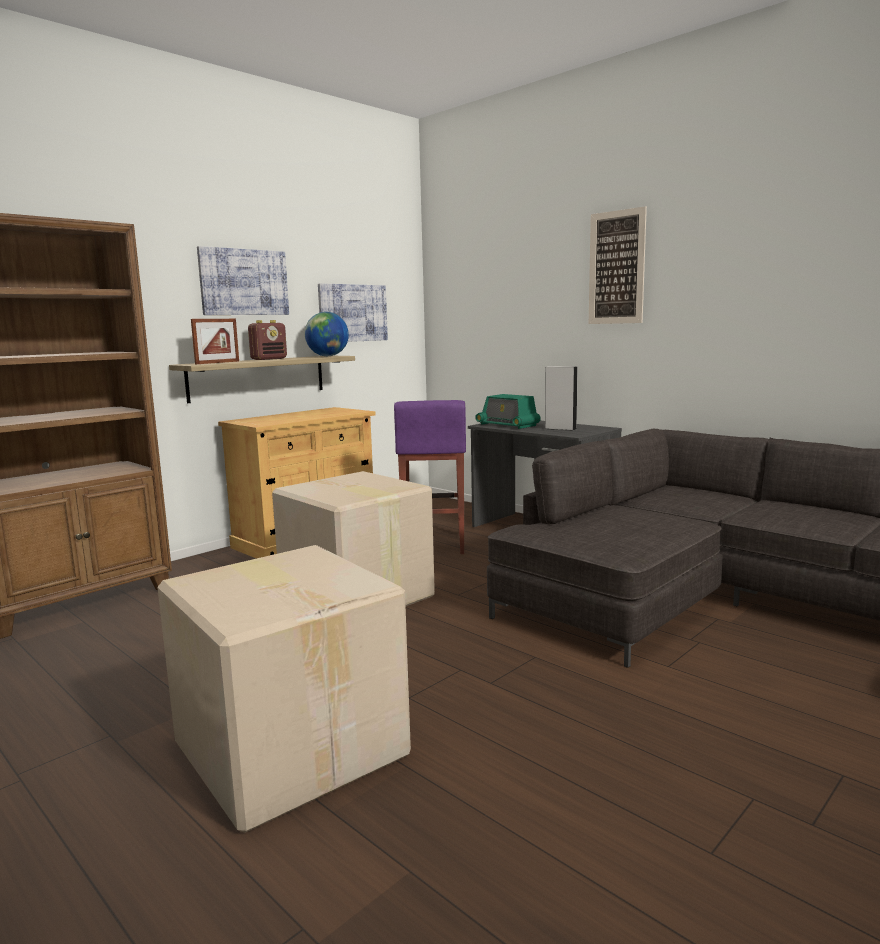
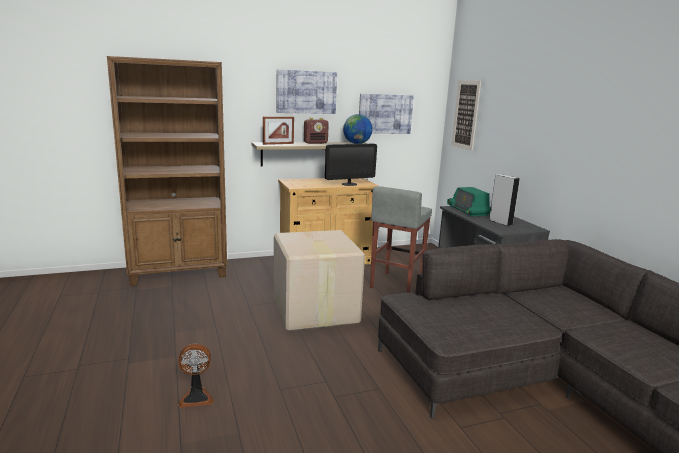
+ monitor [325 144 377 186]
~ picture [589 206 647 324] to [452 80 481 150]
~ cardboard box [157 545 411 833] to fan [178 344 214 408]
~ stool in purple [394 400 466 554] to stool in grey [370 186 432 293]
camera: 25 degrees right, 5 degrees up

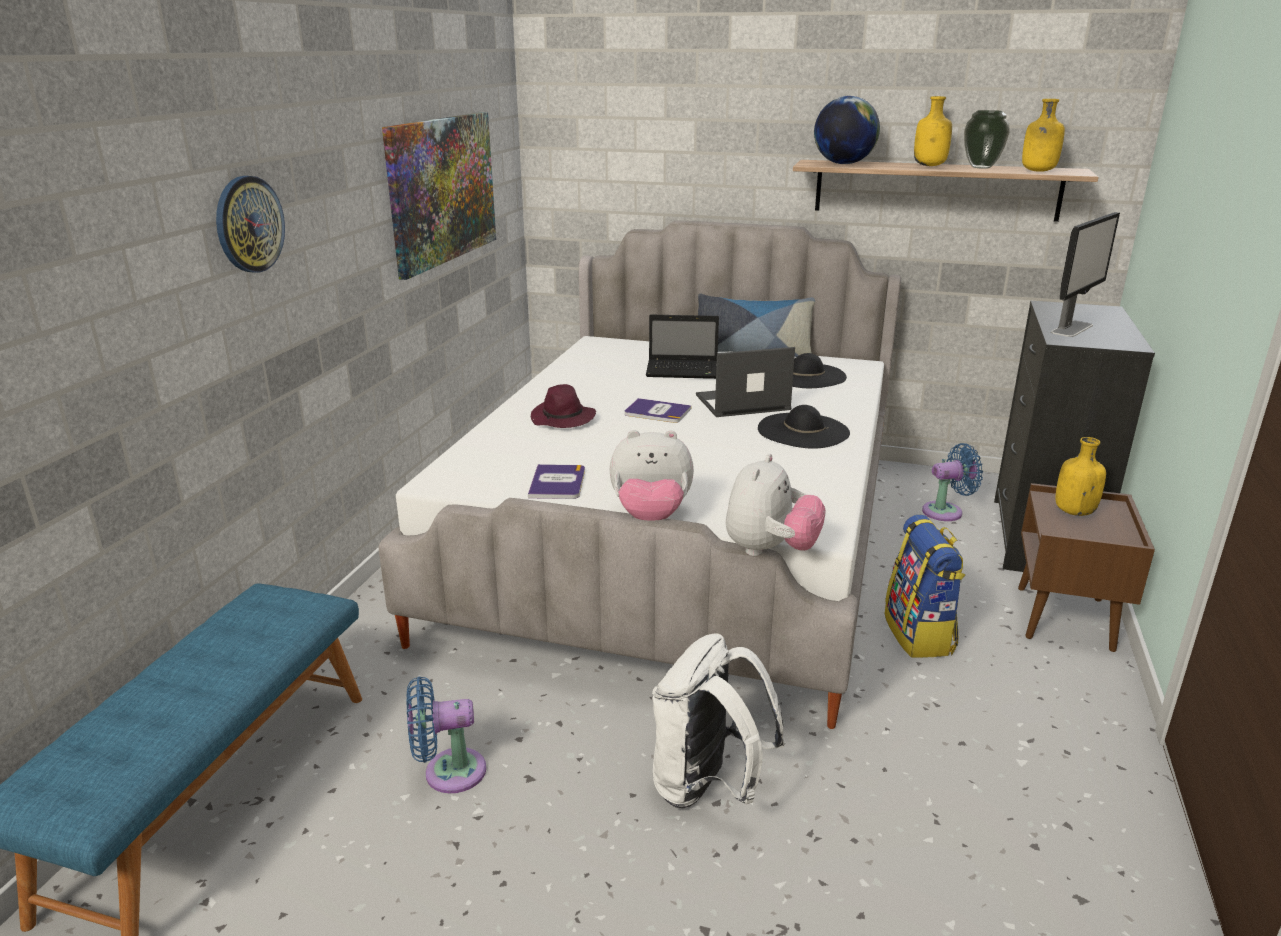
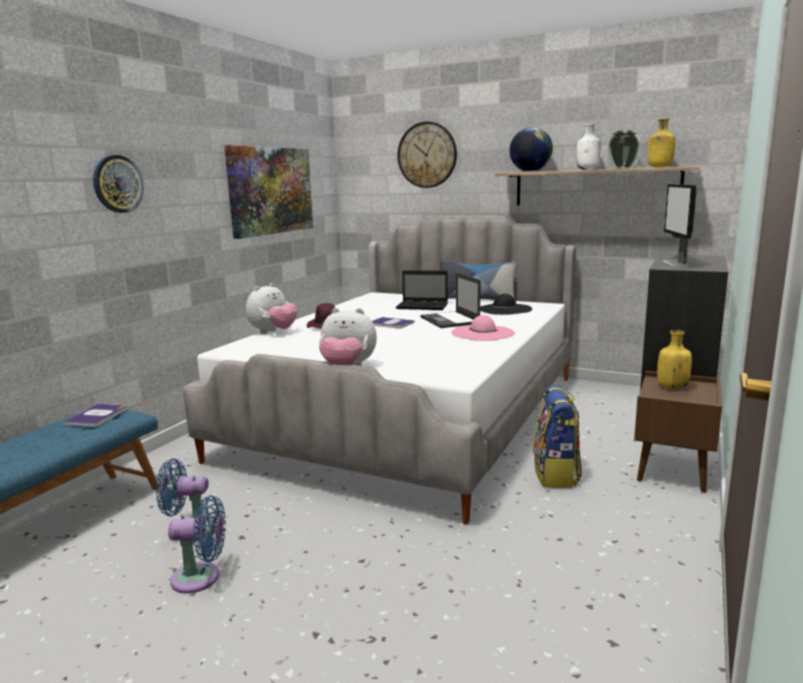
- backpack in white [652 633 785 808]
+ wall clock [397 122 457 188]
~ book [528 464 585 499] to [63 404 127 427]
~ plush toy [726 454 826 556] to [246 283 298 334]
~ fan in blue [922 443 983 521] to [168 495 226 594]
~ hat in black [758 405 850 449] to hat in pink [451 315 515 341]
~ bottle in yellow [914 96 952 166] to bottle in white [576 124 601 170]
~ laptop [696 347 795 417] = [420 273 480 328] 105 degrees counterclockwise
~ monitor [1051 212 1120 337] = [663 184 696 267] 135 degrees clockwise
camera: 10 degrees right, 10 degrees down

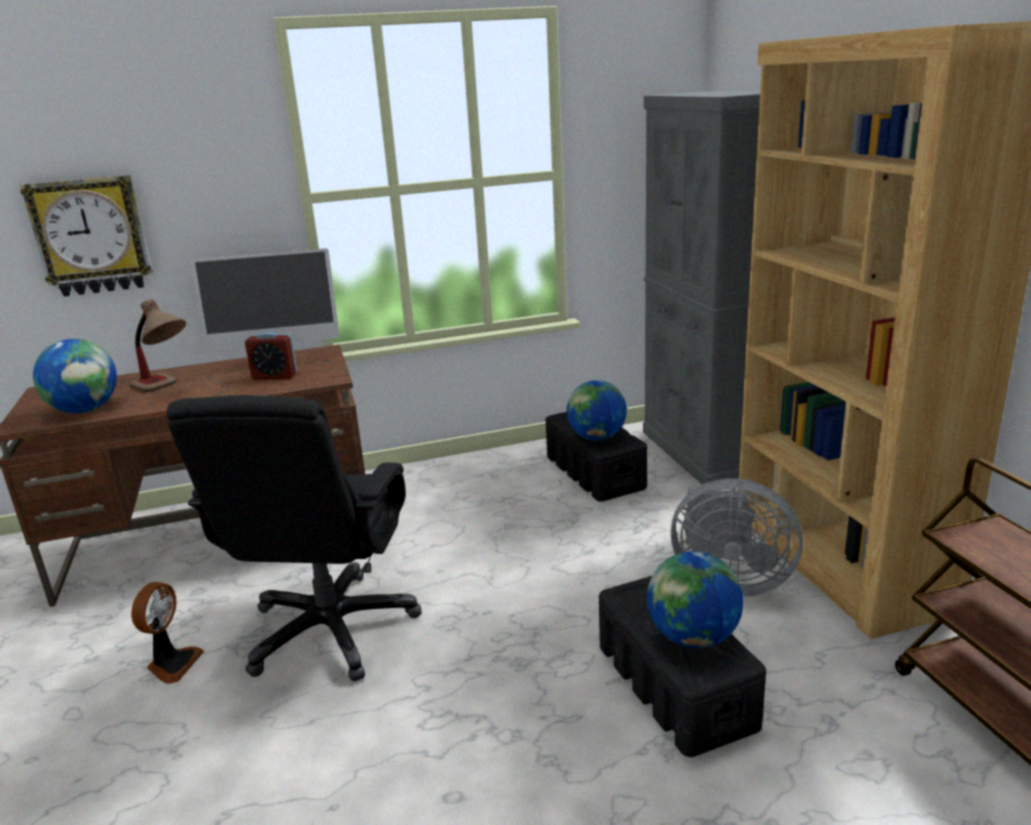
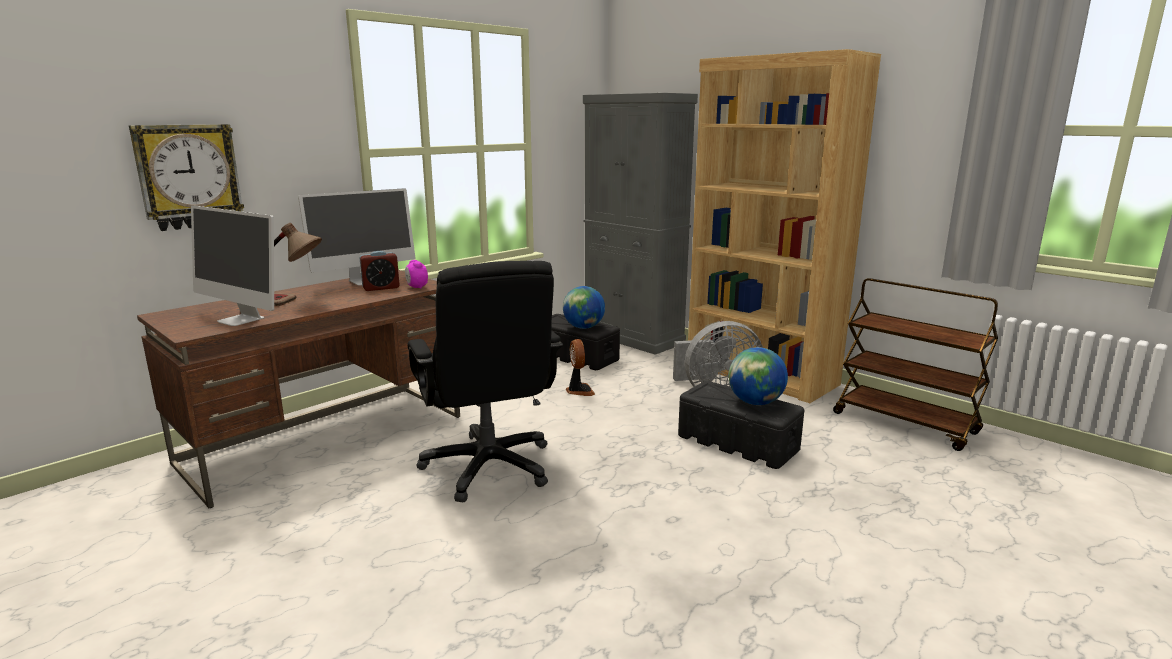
+ alarm clock [405 260 428 289]
~ fan [131 582 204 684] to [566 339 595 396]
~ globe [33 339 117 413] to monitor [191 205 274 326]
camera: 30 degrees left, 5 degrees down

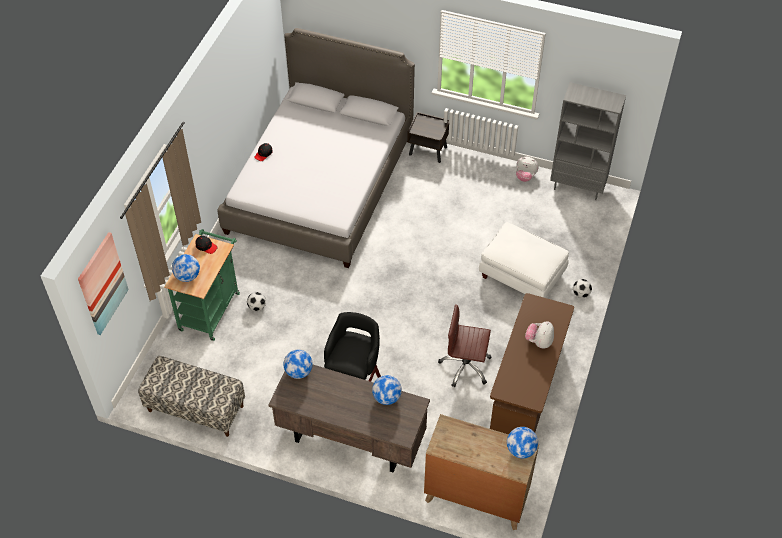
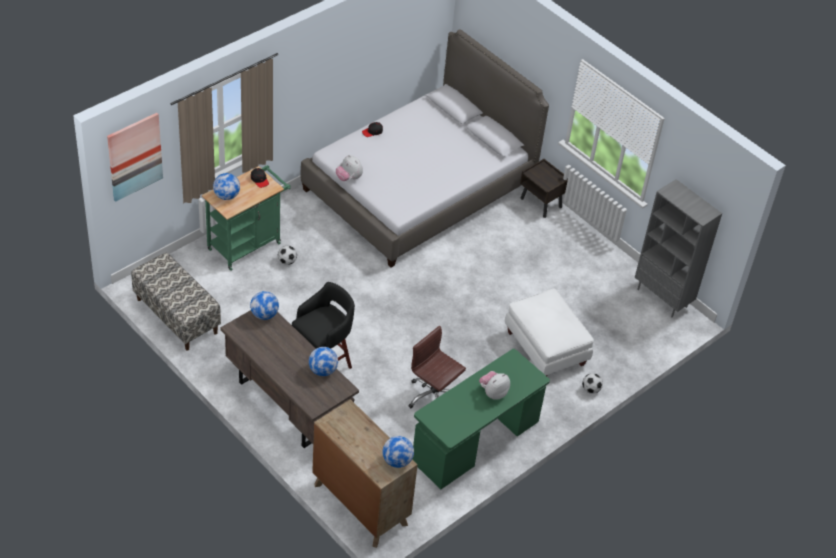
~ plush toy [516 157 538 182] to [336 155 363 181]
~ desk in brown [490 293 574 434] to desk in green [413 349 550 489]
camera: 25 degrees right, 5 degrees down

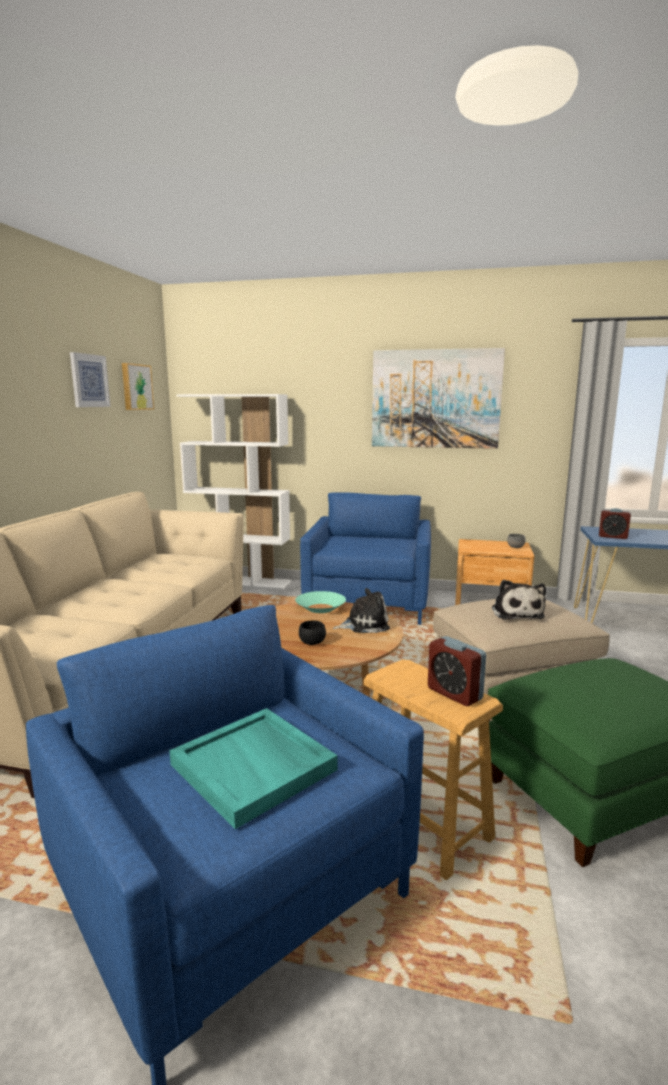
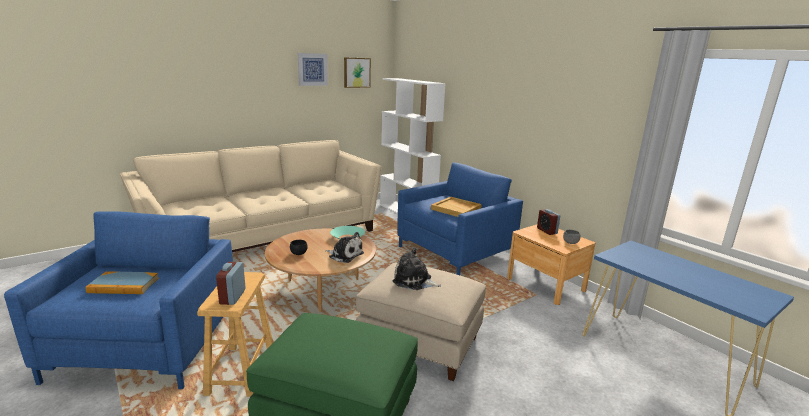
- picture [372 348 505 449]
+ tray in beige [431 197 482 217]
~ alarm clock [599 508 631 539] to [537 209 560 235]
~ tray in turquoise [169 708 338 829] to book [85 272 159 294]
~ plush toy [492 580 546 620] = [393 247 442 290] 75 degrees clockwise
camera: 40 degrees right, 5 degrees up

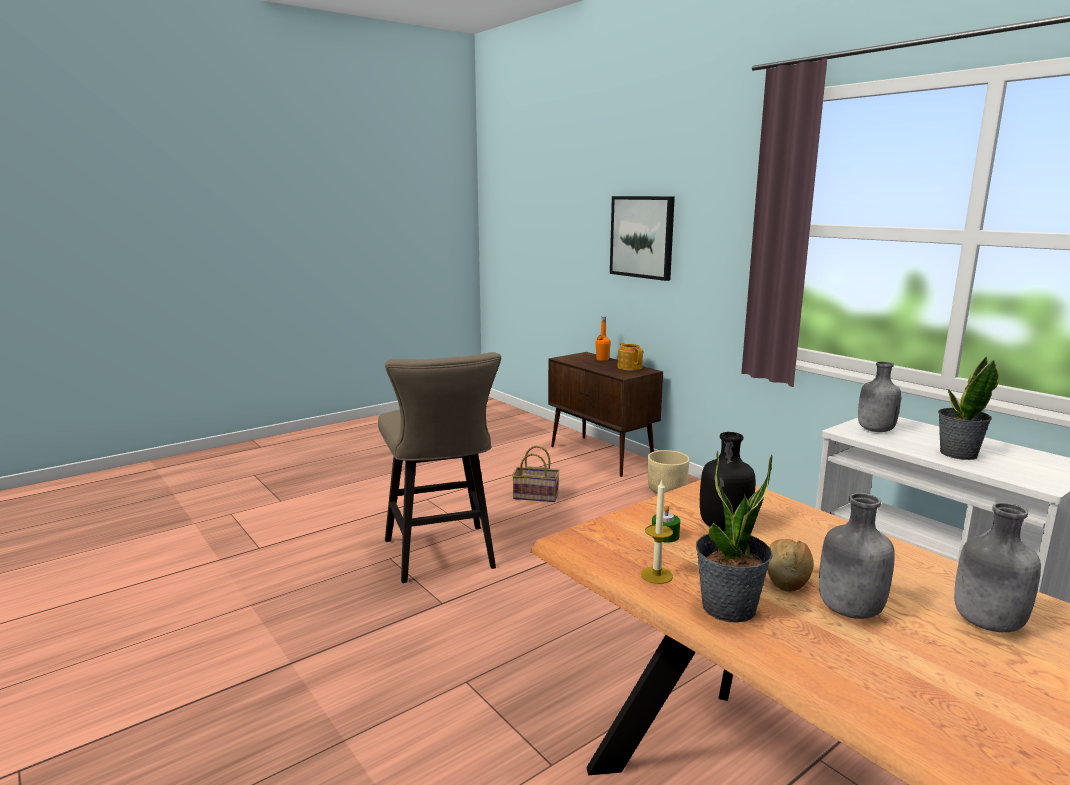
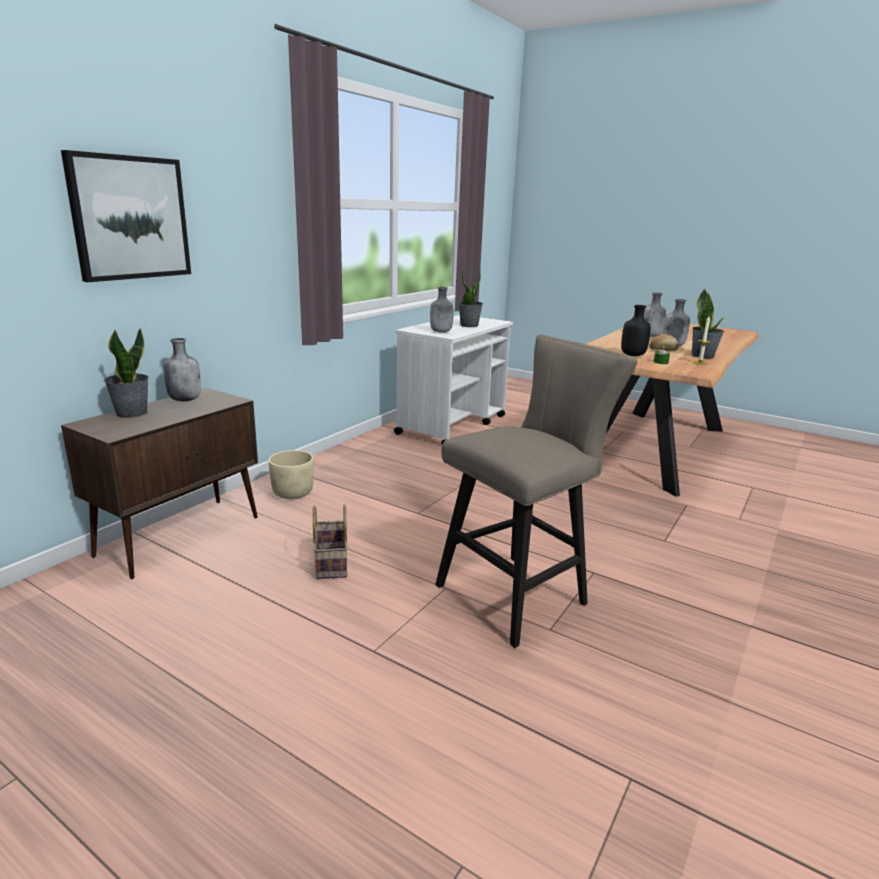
~ bottle in orange [596 316 611 361] to potted plant [104 328 149 418]
~ teapot [617 342 643 371] to bottle in grey [164 338 201 402]
camera: 110 degrees left, 5 degrees up

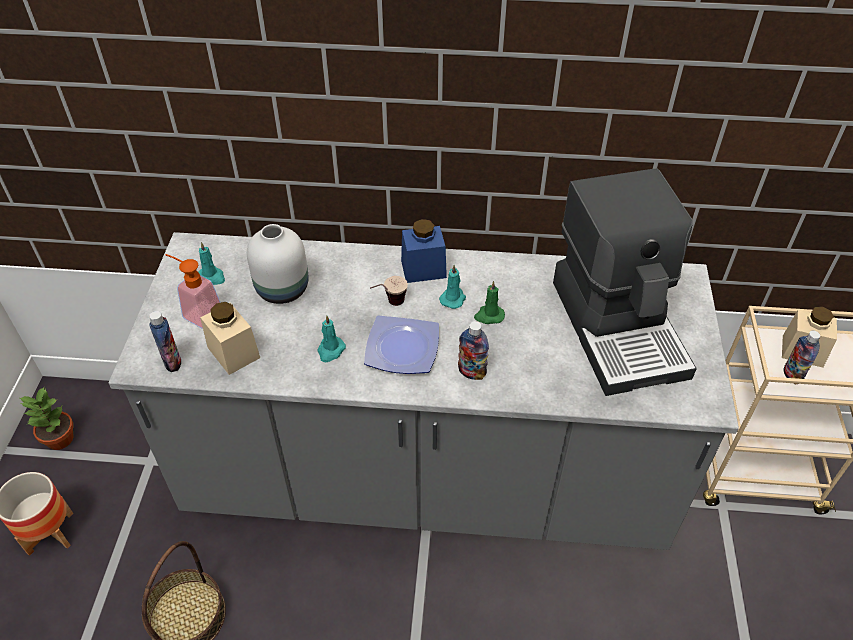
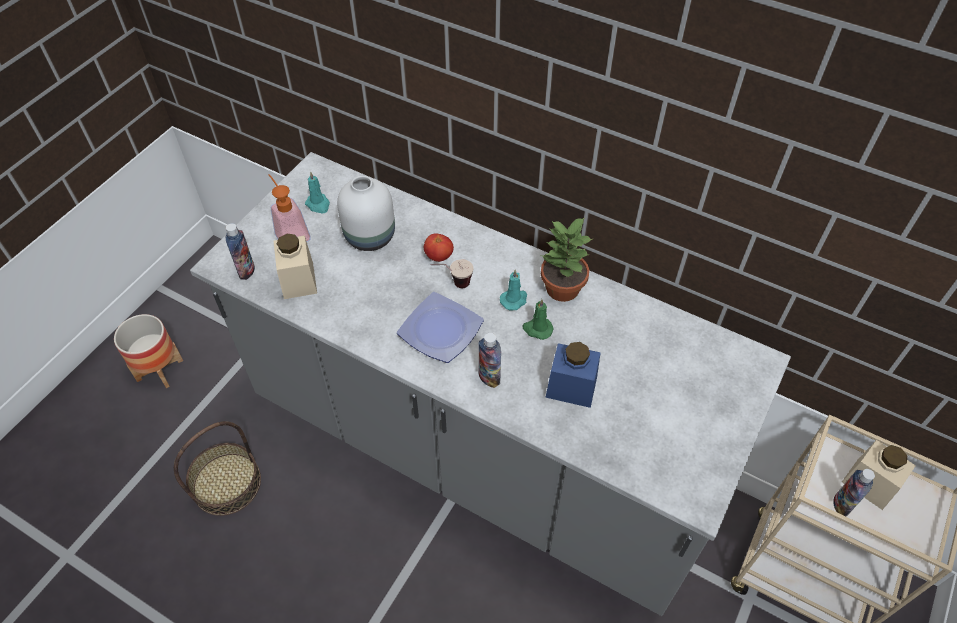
- candle in turquoise [317 315 346 362]
- coffee machine [553 168 696 396]
+ tomato [424 233 454 262]
~ potted plant [20 388 73 450] to [541 217 592 302]
~ jar in blue [401 219 447 283] to [545 342 601 408]
camera: 25 degrees right, 5 degrees up

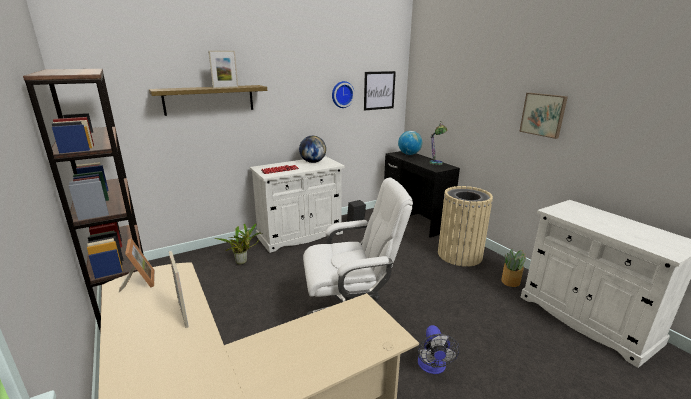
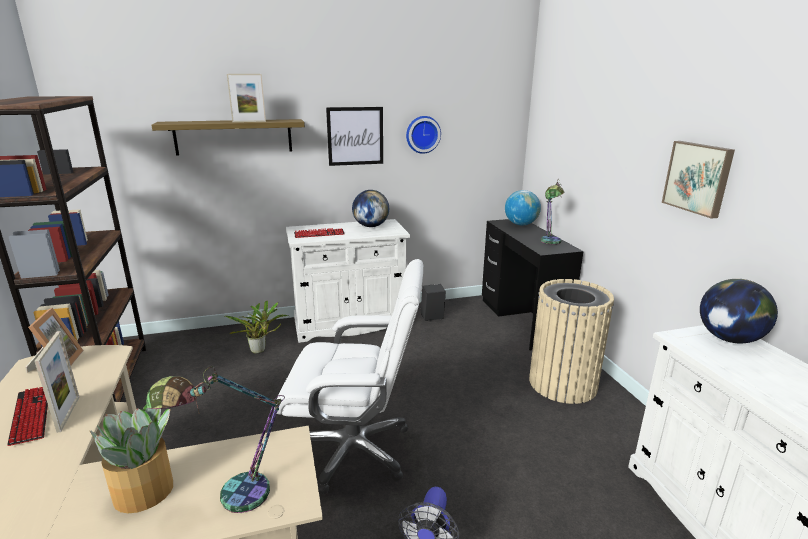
+ keyboard [7 387 48 446]
+ table lamp [146 366 285 513]
+ globe [700 279 778 343]
~ picture [364 71 396 111] to [326 107 383 166]
~ potted plant [501 248 526 287] to [90 405 173 513]
camera: 15 degrees right, 0 degrees up

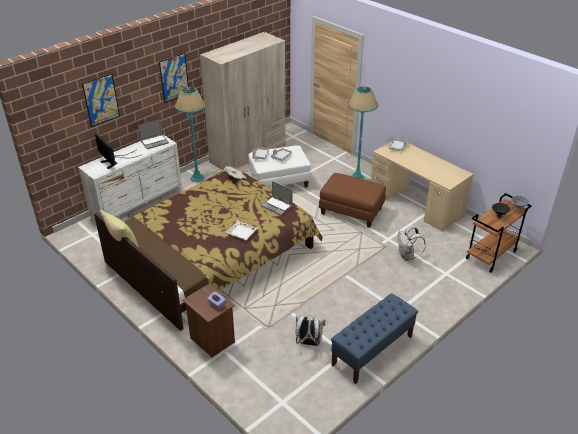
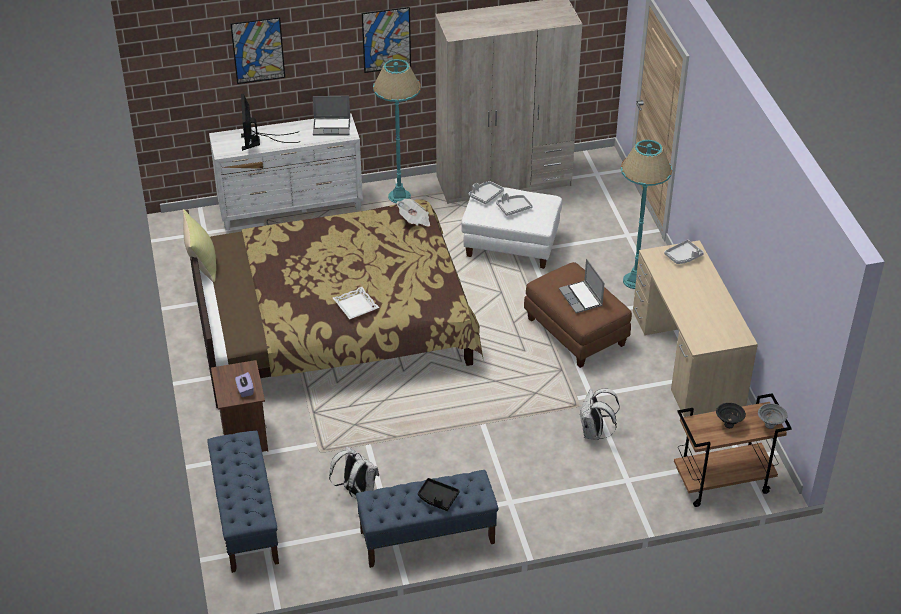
+ bench in blue [207 431 279 573]
+ tray in black [418 478 460 511]
~ laptop [261 181 293 215] to [559 259 605 313]
camera: 30 degrees right, 5 degrees up

